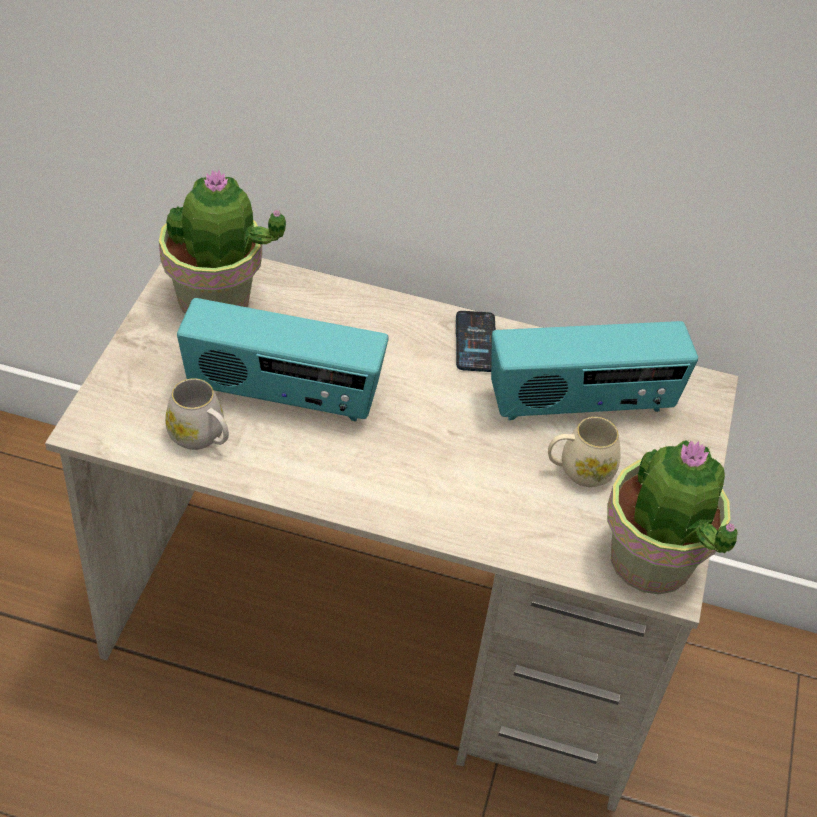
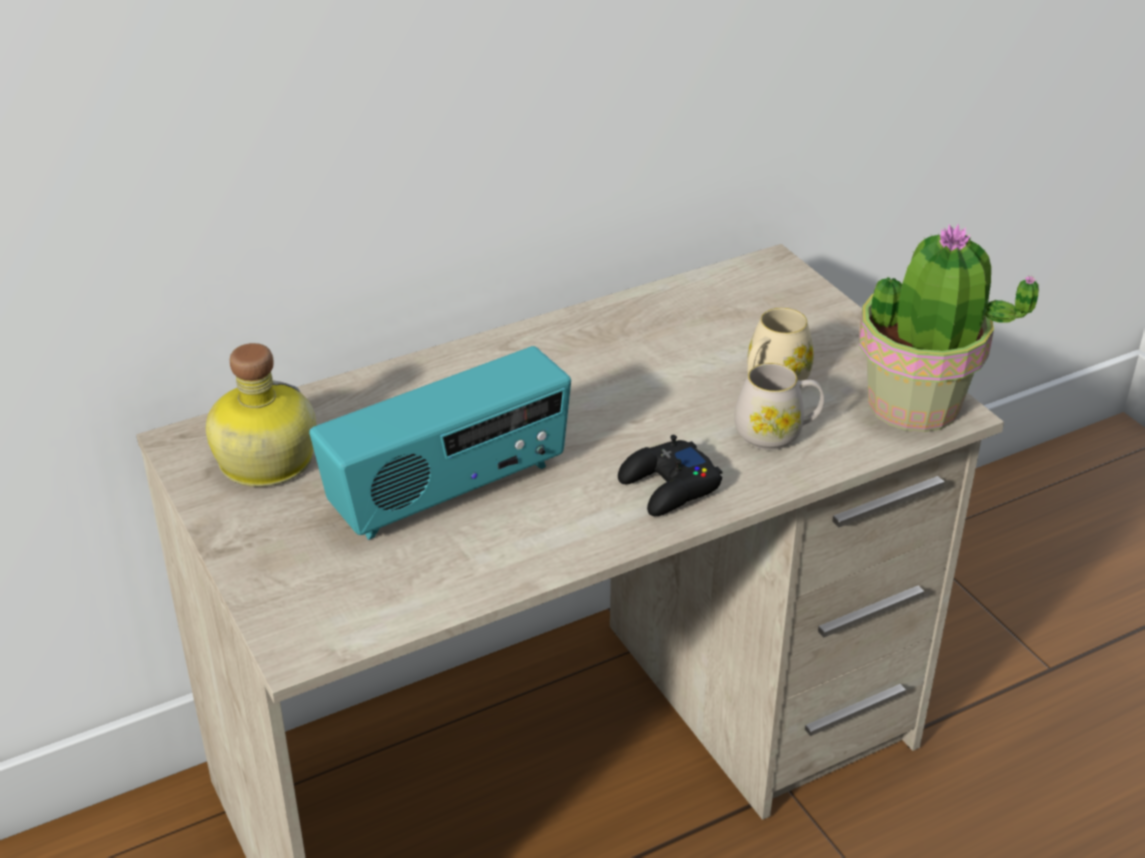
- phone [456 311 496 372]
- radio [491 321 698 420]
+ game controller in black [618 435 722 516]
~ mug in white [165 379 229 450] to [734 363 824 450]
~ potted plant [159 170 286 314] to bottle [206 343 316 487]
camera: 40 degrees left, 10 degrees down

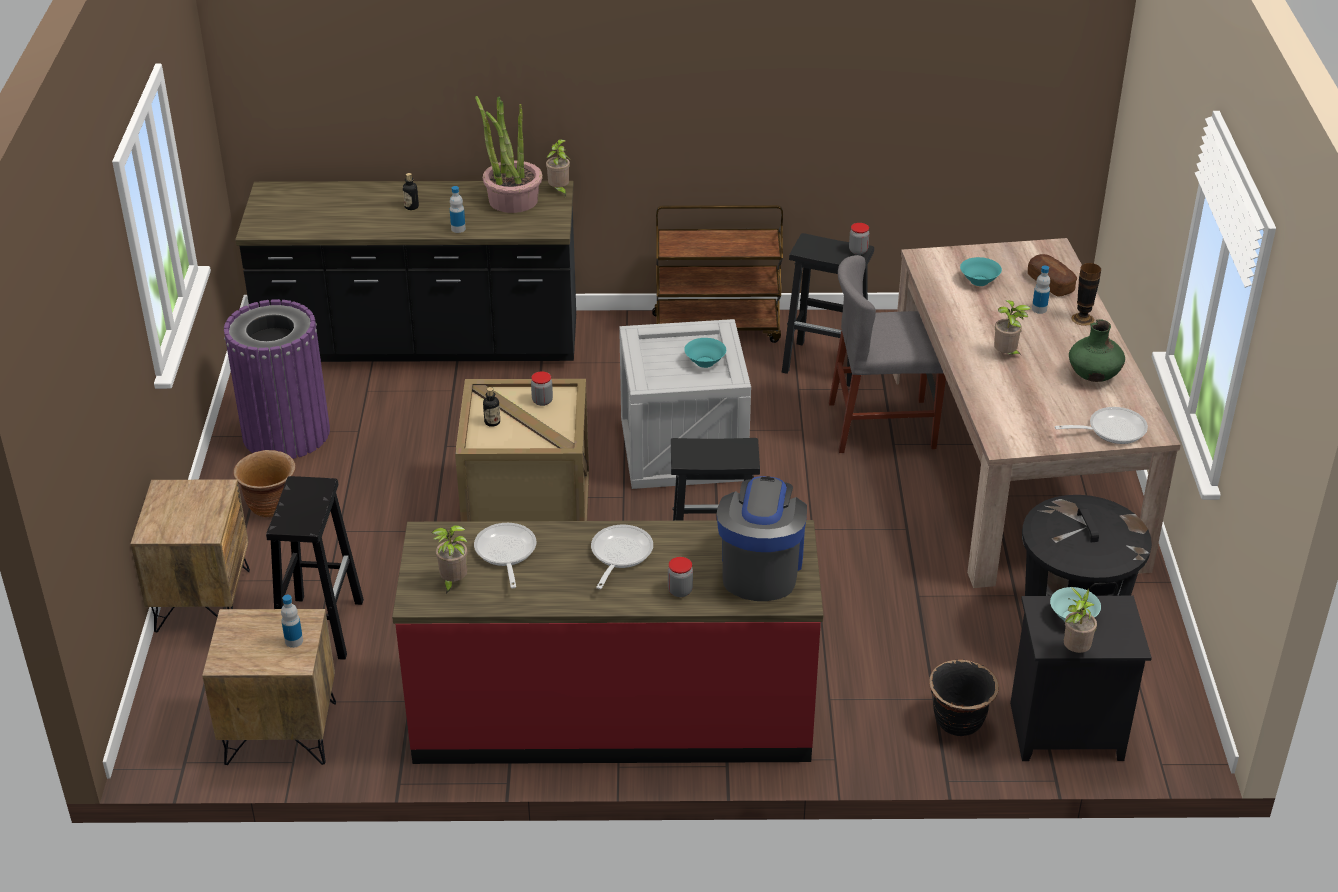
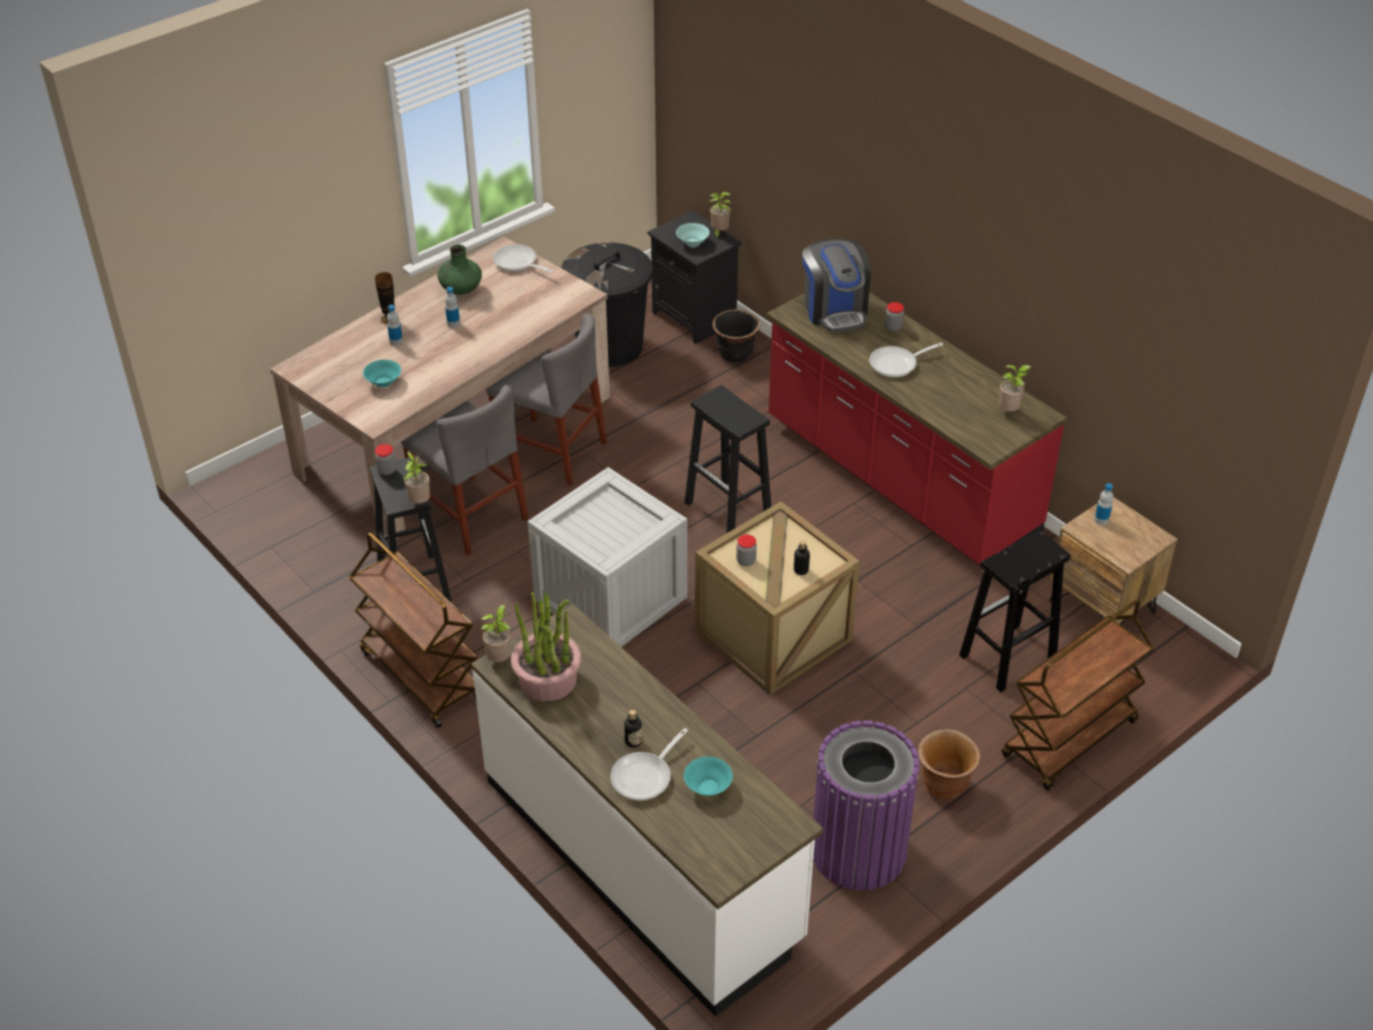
- bread [1028 254 1077 296]
+ chair in grey [486 314 607 486]
~ bottle [450 186 466 233] to [445 287 460 328]
~ frying pan [474 523 536 588] to [610 728 688 800]
~ bowl in turquoise [684 338 726 368] to [684 757 733 796]
~ potted plant [994 300 1031 355] to [403 451 430 504]
~ nightstand in brown [130 479 250 632] to cart in brown [1002 600 1154 790]
~ counter in black [235 181 576 362] to counter in white [471 604 823 1017]
~ coffee machine [717 476 807 601] = [802 238 871 333] 75 degrees counterclockwise
camera: 130 degrees left, 5 degrees up

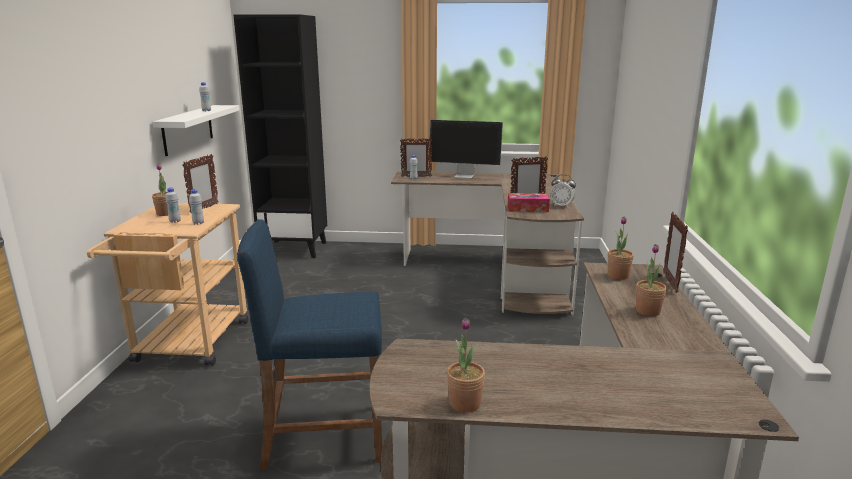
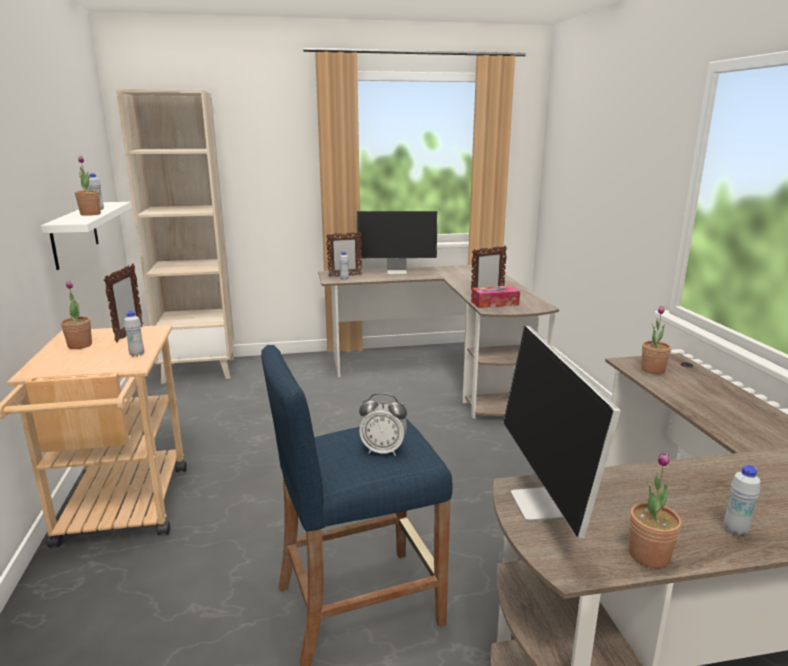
- picture frame [663 212 688 293]
+ monitor [503 326 621 538]
~ bottle in white [165 188 181 223] to [724 465 760 536]
~ alarm clock [551 174 576 208] to [359 393 407 456]
~ potted plant [636 244 667 316] to [75 156 101 216]
~ bookcase in black [233 14 327 258] to bookcase in beige [116 89 234 384]
camera: 15 degrees left, 0 degrees up

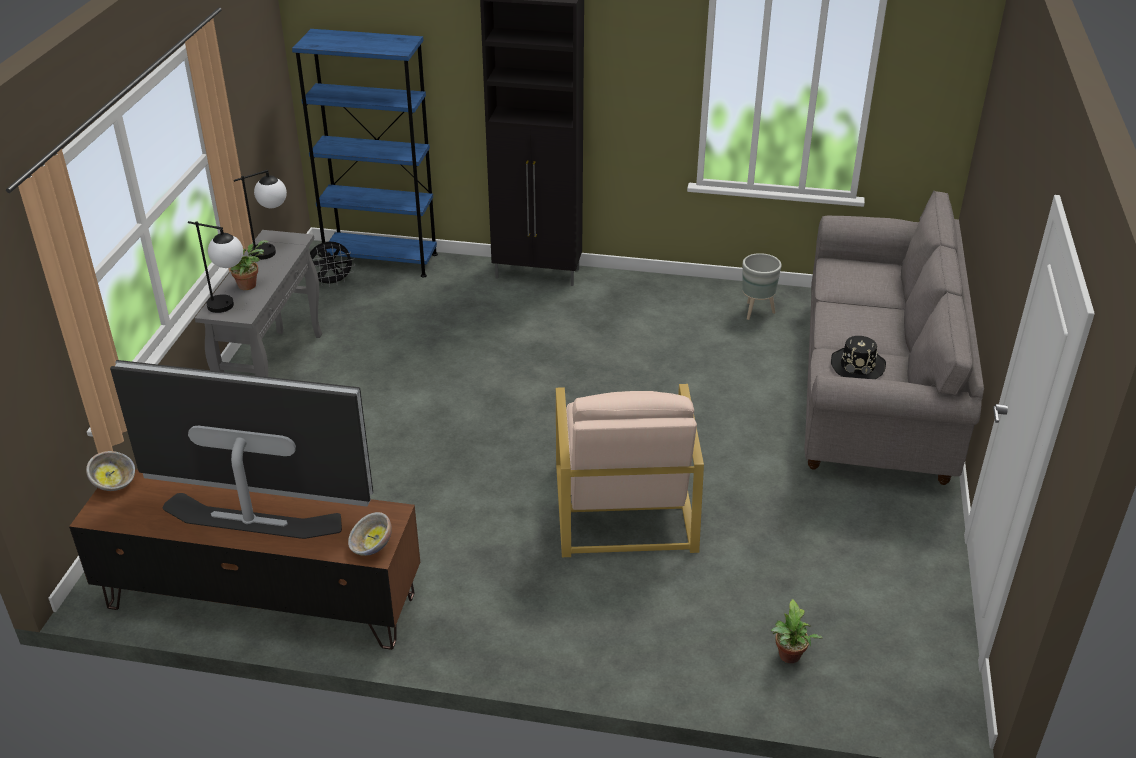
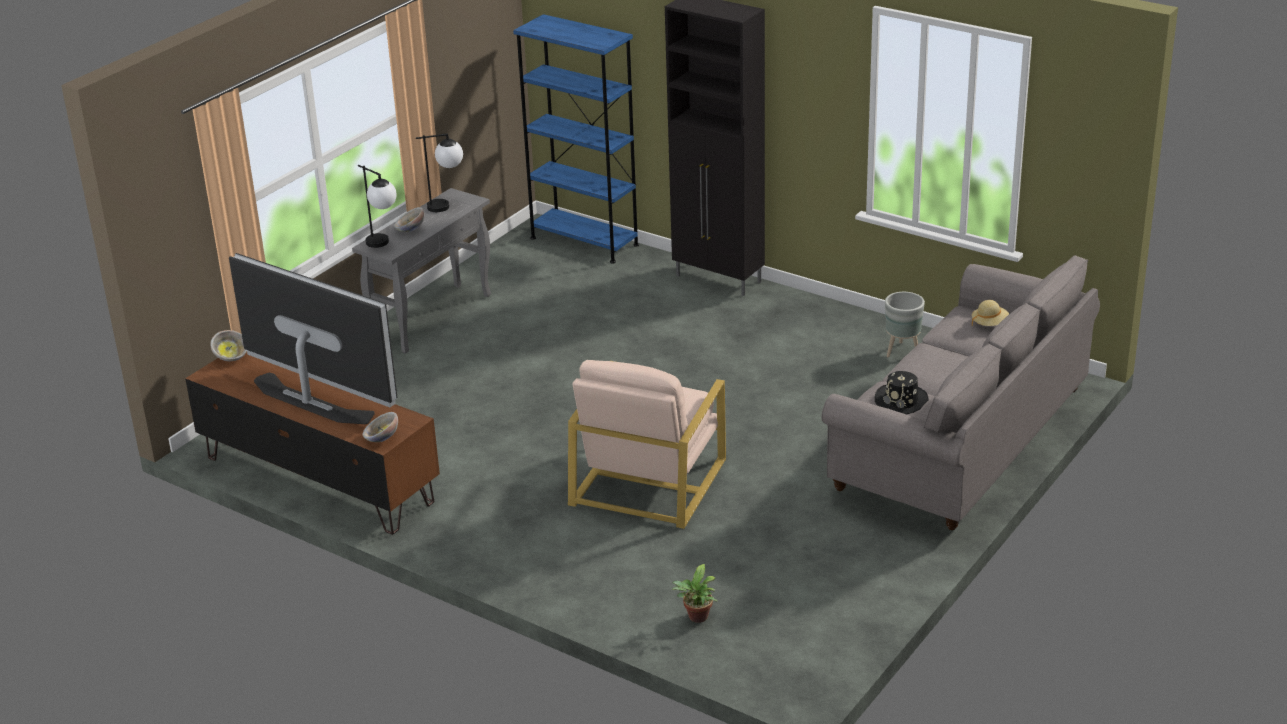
- fan in black [310 242 355 287]
+ hat in beige [972 300 1009 326]
~ potted plant [230 240 268 290] to bowl [394 207 424 232]
camera: 25 degrees right, 5 degrees down

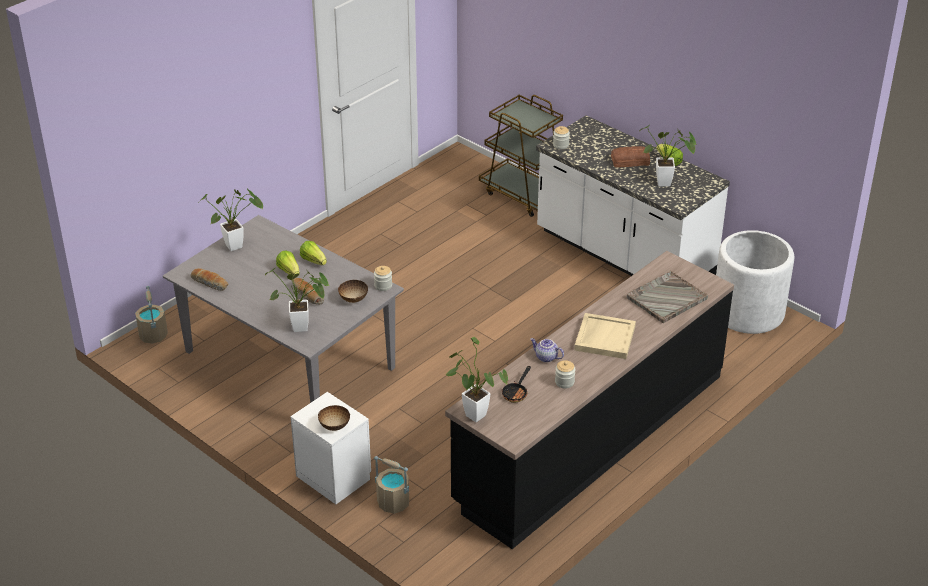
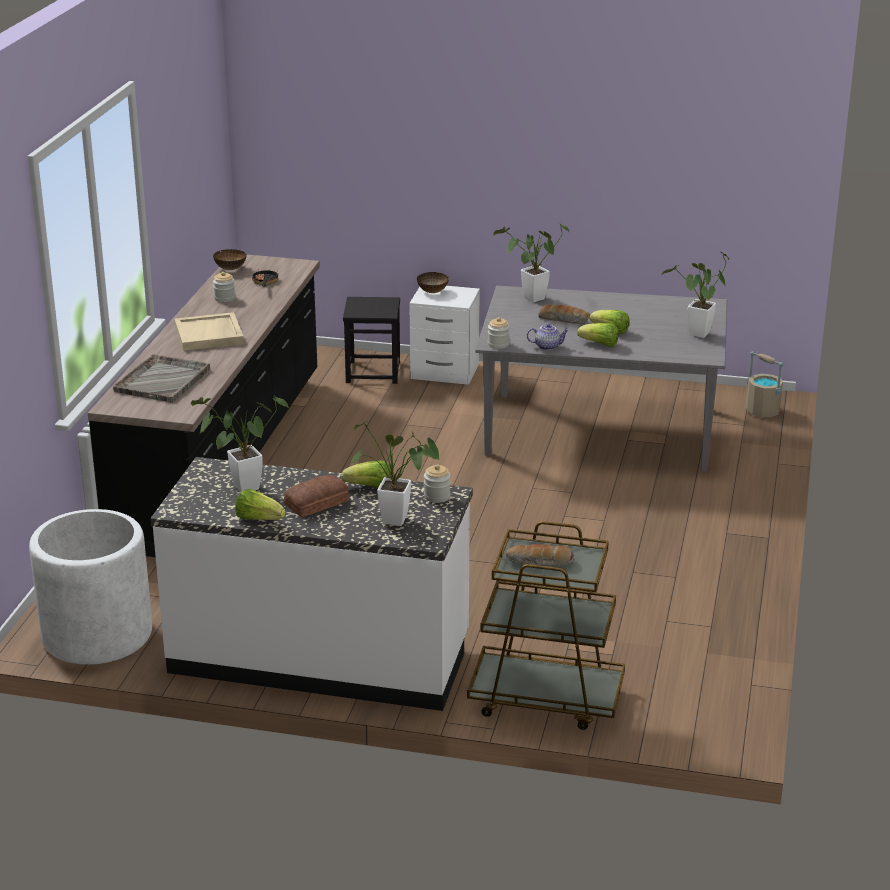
+ lettuce [341 461 391 488]
~ bread [190 268 228 291] to [506 544 574 566]
~ bowl [338 280 368 303] to [213 249 247 270]
~ potted plant [446 337 508 422] to [351 421 440 526]
~ teapot [530 338 564 362] to [527 324 569 350]
~ bucket in beige [374 456 409 514] to stool in black [343 297 400 384]
camera: 150 degrees right, 10 degrees down

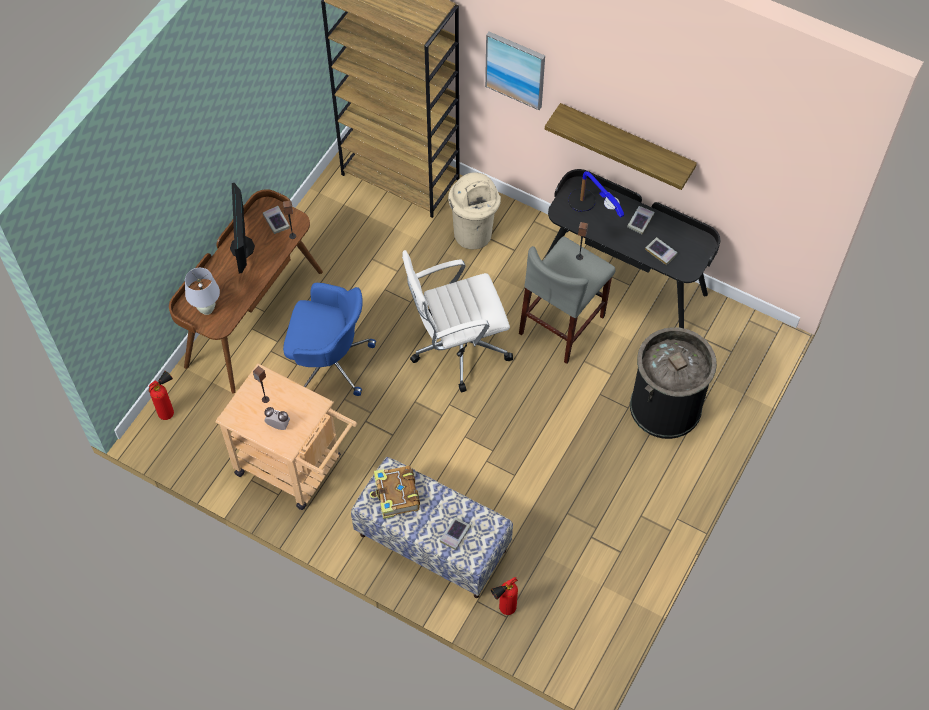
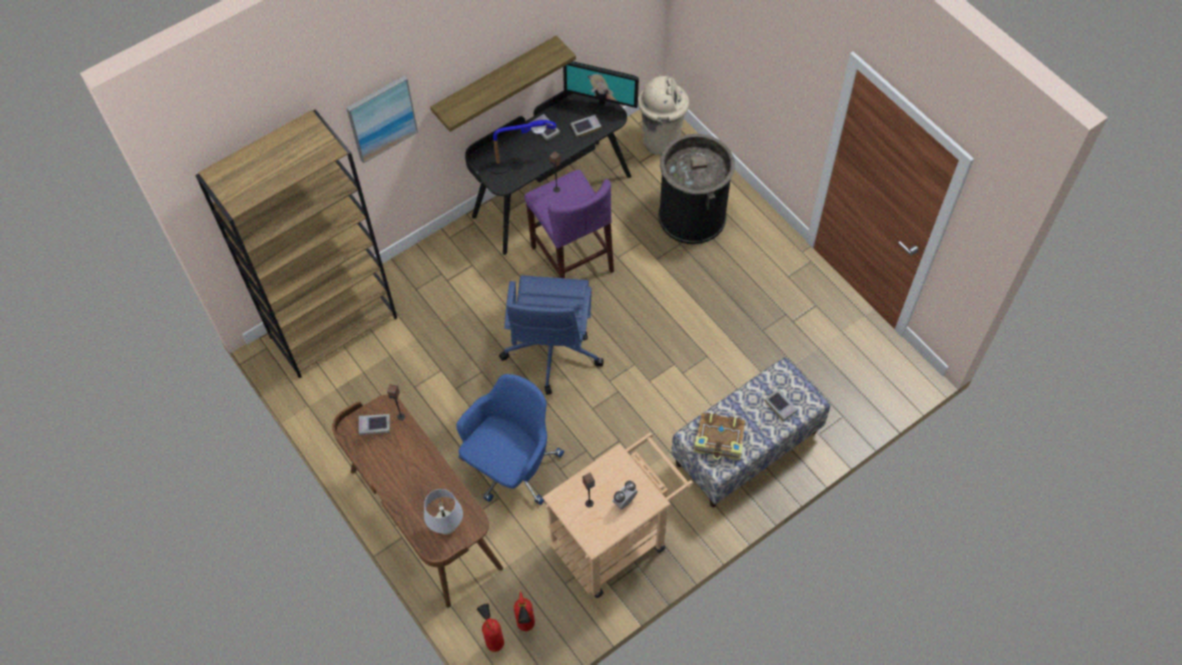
~ monitor [230 183 255 273] to [563 61 639 114]
~ trash can in beige [448 172 501 249] to [638 76 689 155]
~ fire extinguisher [491 577 518 615] to [514 591 535 631]
~ office chair in white [402 250 513 393] to office chair in blue [499 275 604 395]
~ stool in grey [519 237 616 364] to stool in purple [524 169 614 278]
camera: 65 degrees left, 0 degrees up

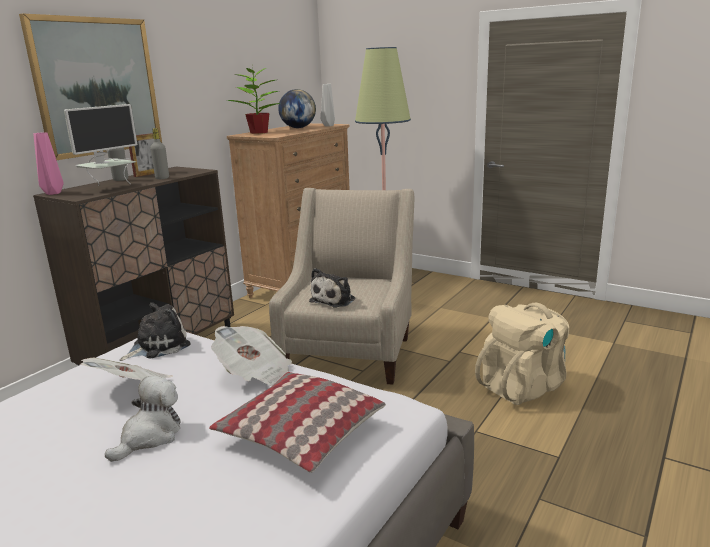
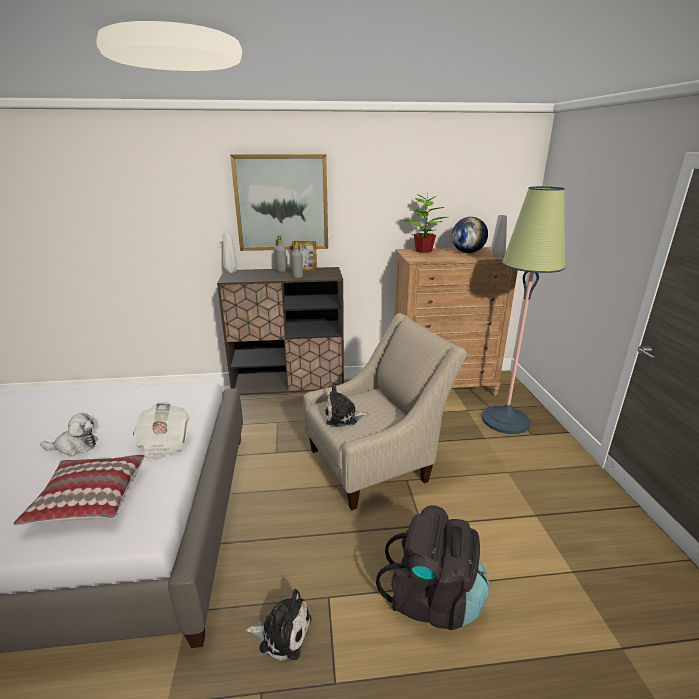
- monitor [64 104 137 186]
- newspaper [80 358 173 380]
~ plush toy [120 302 191 361] to [246 589 311 661]
~ vase in pink [33 132 64 195] to vase in grey [223 233 238 273]
~ backpack in beige [475 303 569 405] to backpack in black [376 505 489 630]
camera: 50 degrees right, 5 degrees up

